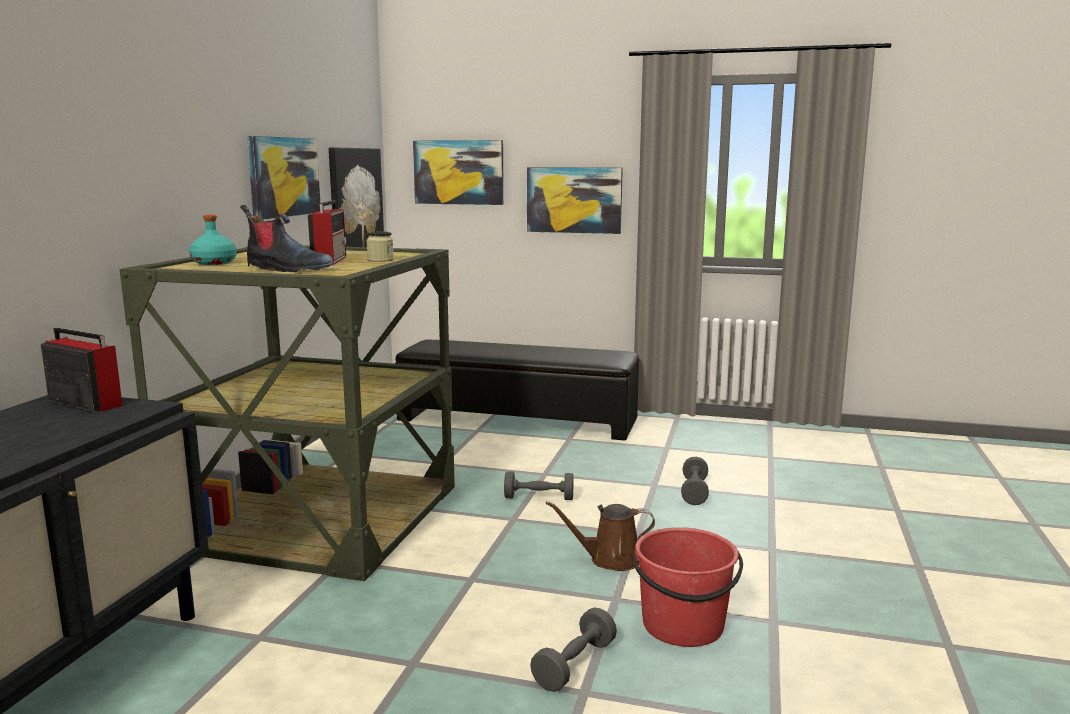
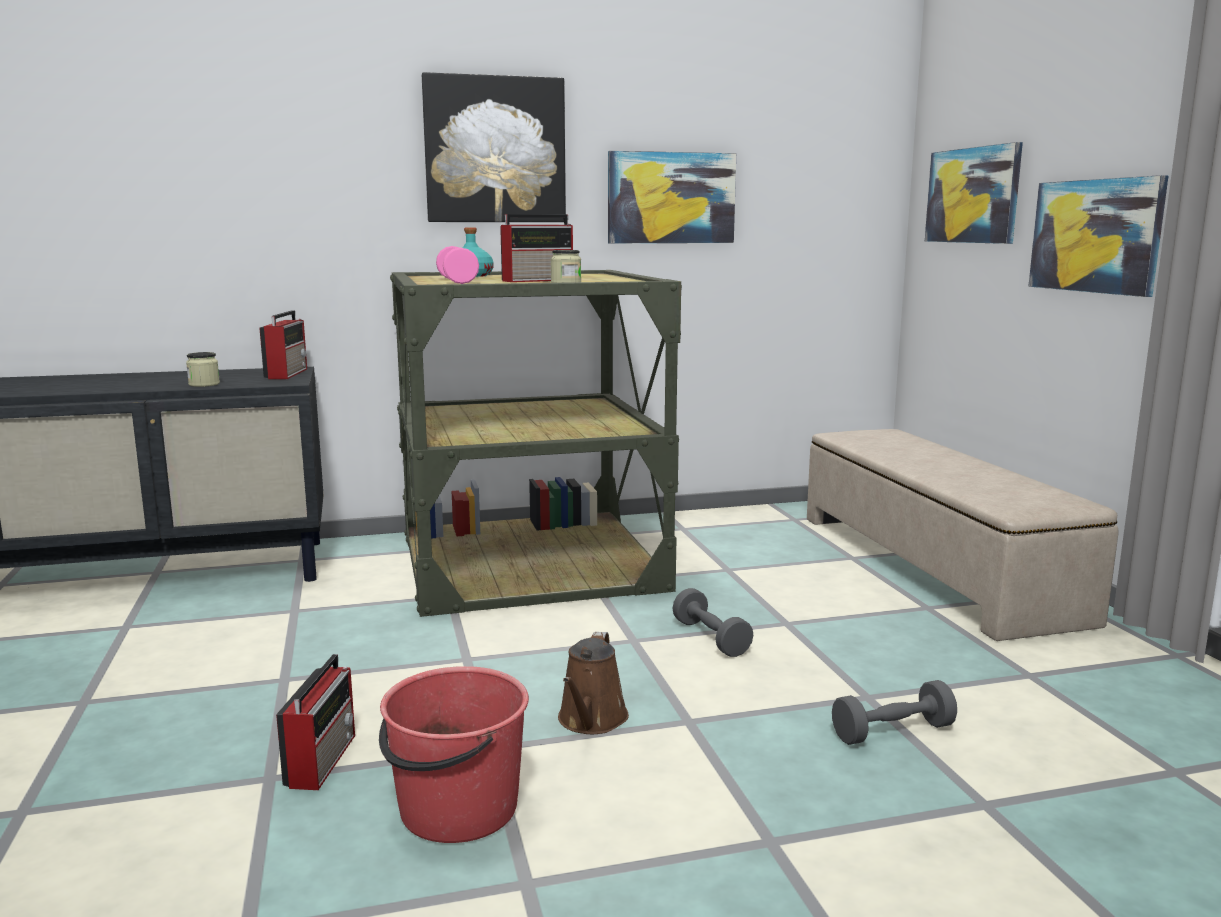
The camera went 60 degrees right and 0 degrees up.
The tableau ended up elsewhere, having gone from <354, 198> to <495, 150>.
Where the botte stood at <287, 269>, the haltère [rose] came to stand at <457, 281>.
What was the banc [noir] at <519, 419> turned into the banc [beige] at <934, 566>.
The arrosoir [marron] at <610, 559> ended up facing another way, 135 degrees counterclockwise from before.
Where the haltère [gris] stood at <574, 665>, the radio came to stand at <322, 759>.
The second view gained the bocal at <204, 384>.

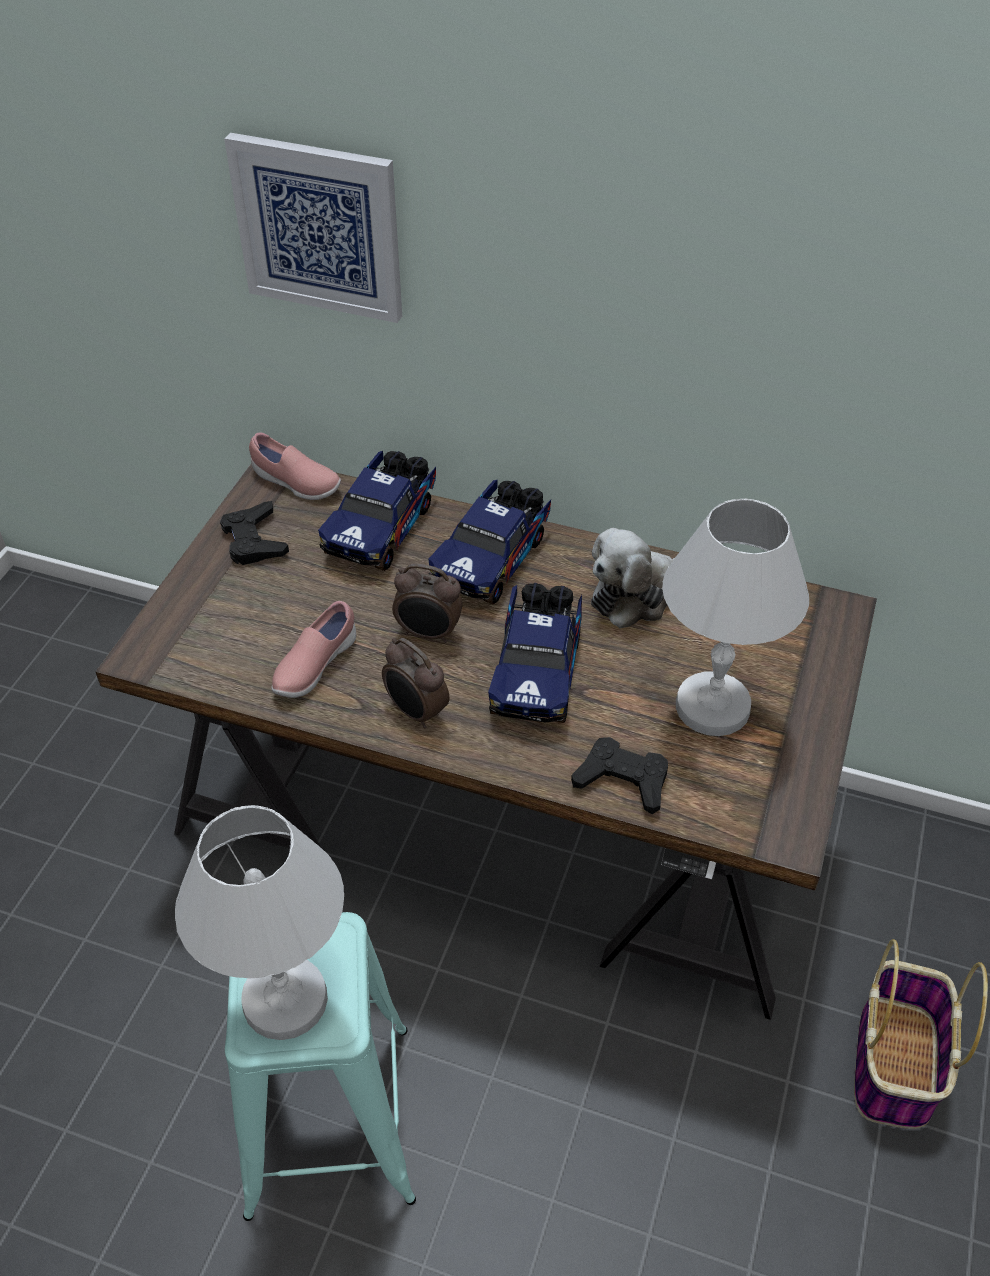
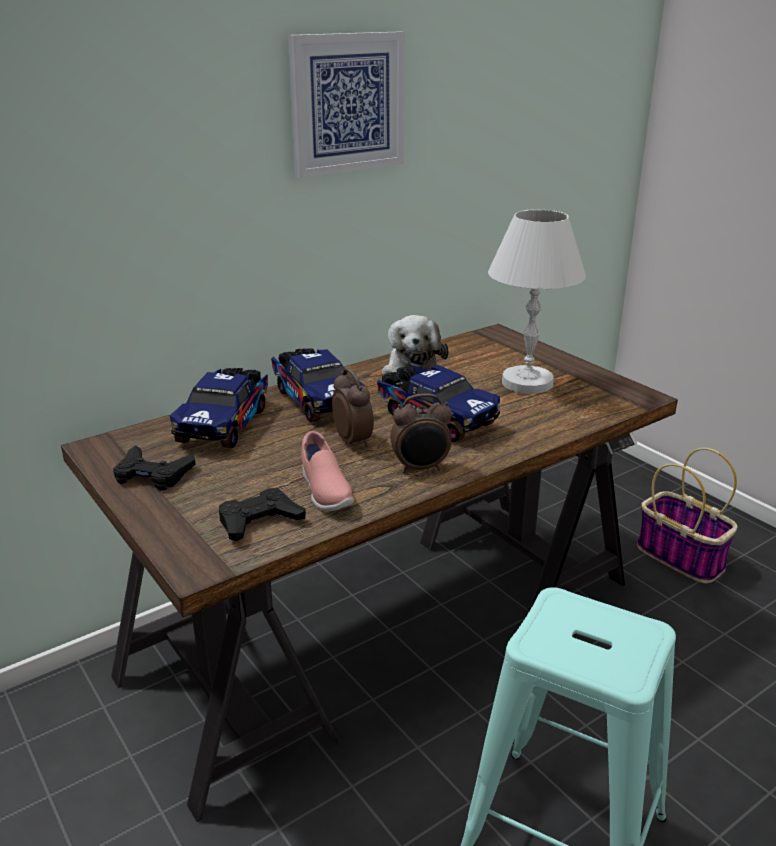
The camera went 55 degrees left and 20 degrees down.
The tableau ended up elsewhere, having gone from <319, 227> to <347, 103>.
The second view lost the chaussure [rose] at <296, 483>.
The camion jouet at <383, 526> ended up facing another way, 45 degrees clockwise from before.
The réveil at <428, 634> ended up facing another way, 75 degrees counterclockwise from before.
The manette [noir] ended up elsewhere, having gone from <622, 780> to <259, 521>.
The second view lost the lampe de table [blanc] at <284, 1000>.

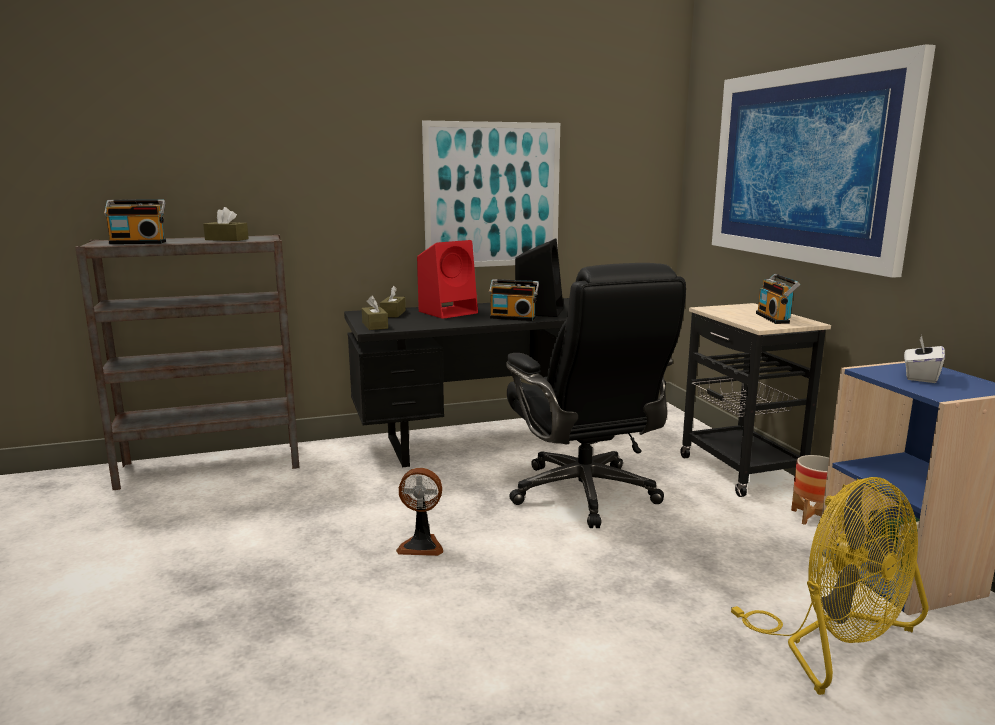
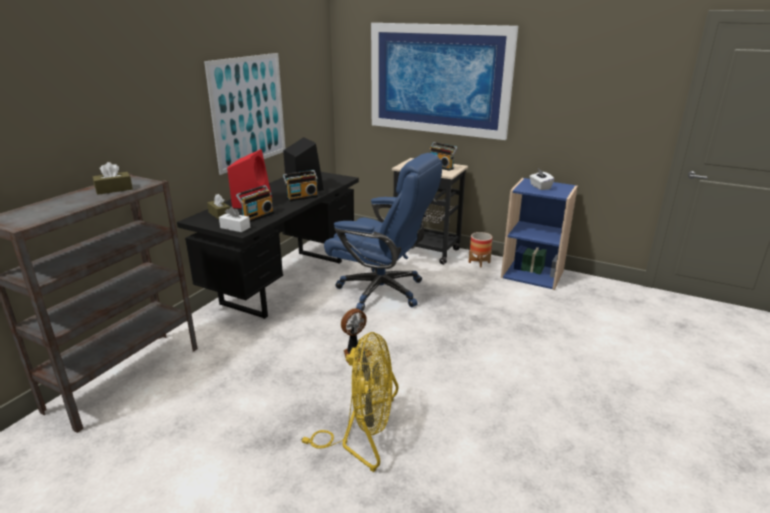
The camera went 45 degrees left and 10 degrees up.
The radio ended up elsewhere, having gone from <139, 242> to <257, 216>.
What was the chaise de bureau [noir] at <584, 493> turned into the chaise de bureau [bleu] at <381, 291>.
What was the boîte à mouchoirs [marron] at <375, 325> turned into the boîte à mouchoirs [blanc] at <235, 227>.
The ventilateur [jaune] ended up elsewhere, having gone from <831, 643> to <362, 432>.

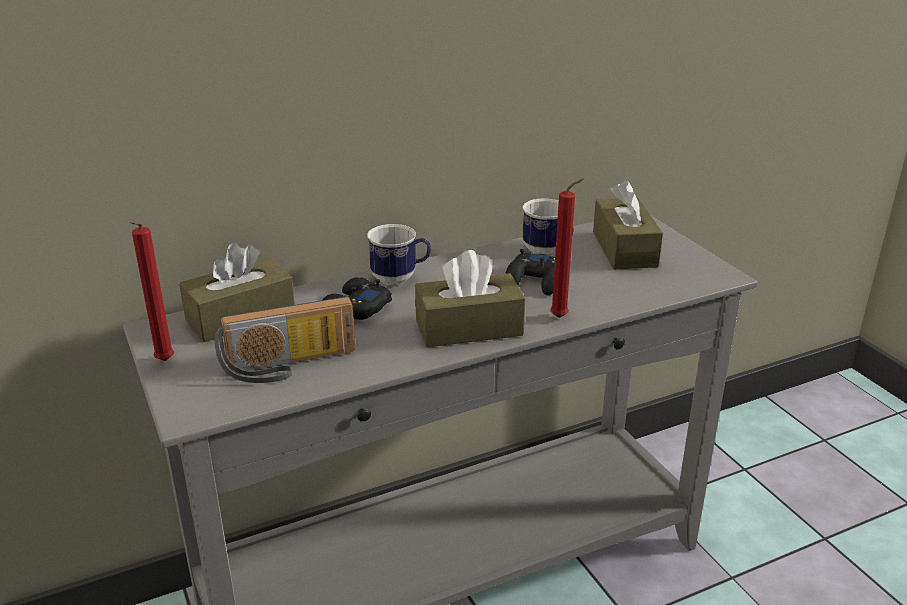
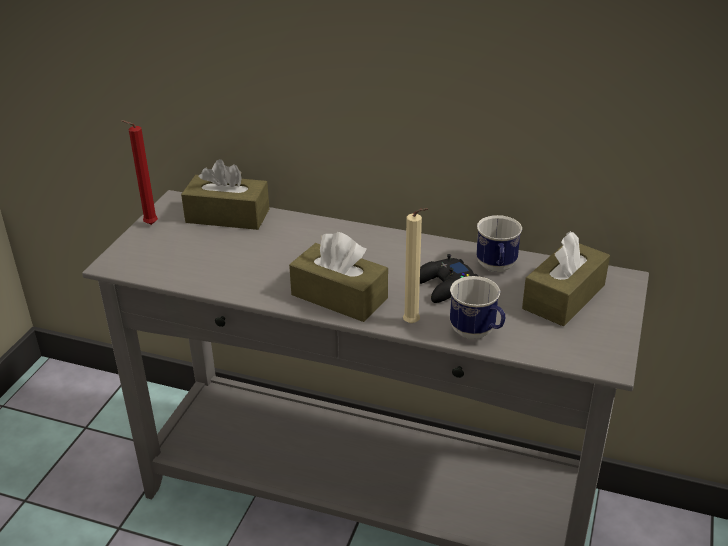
The camera went 45 degrees right and 5 degrees up.
What was the bougie [rouge] at <562, 317> turned into the bougie [beige] at <413, 324>.
The mug ended up elsewhere, having gone from <400, 278> to <477, 334>.
The second view lost the manette [noir] at <355, 307>.
The second view lost the radio at <289, 366>.

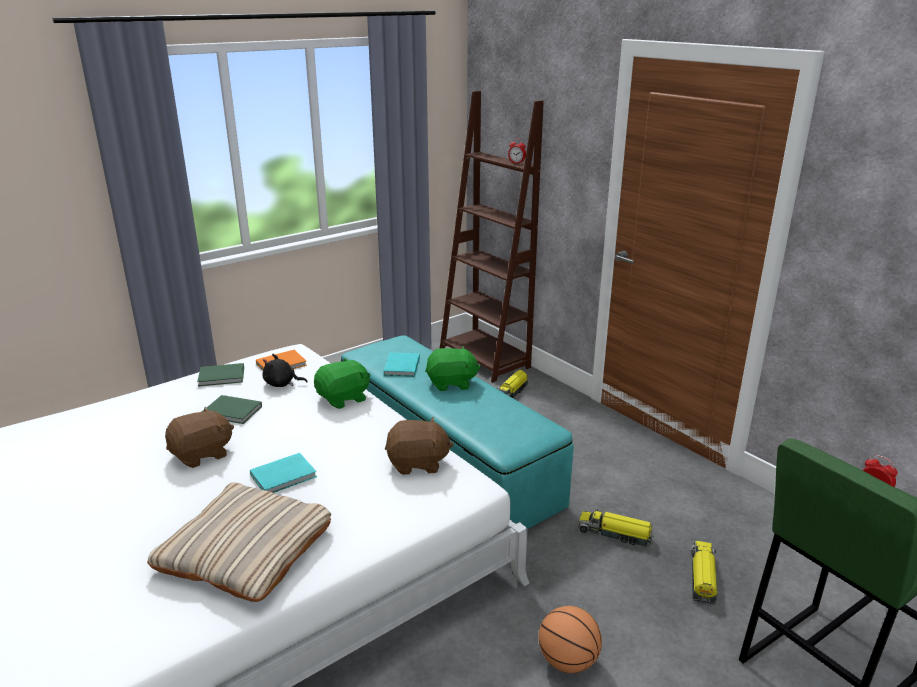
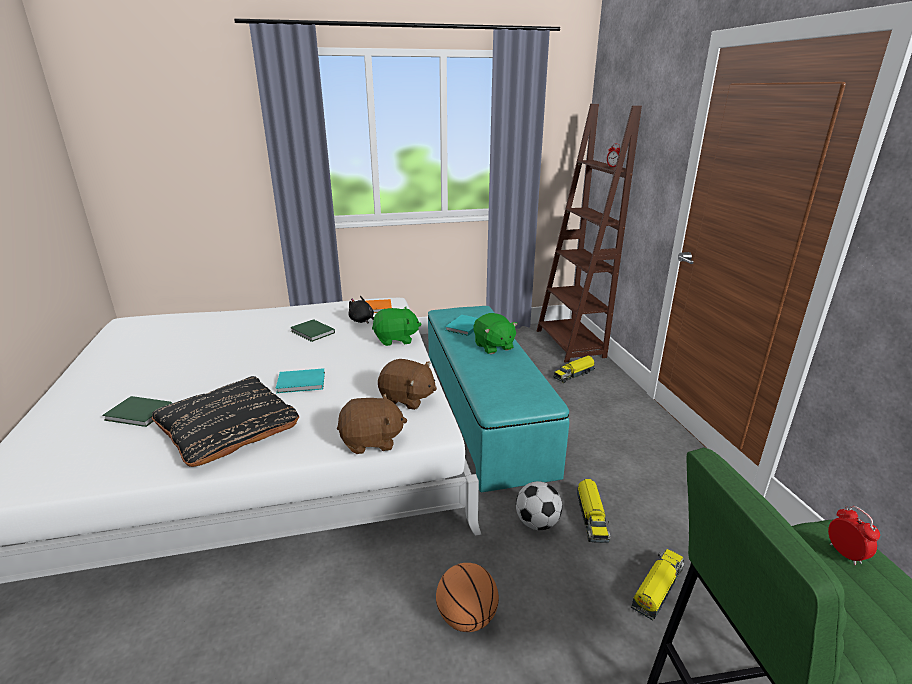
The camera went 25 degrees right and 0 degrees up.
The peluche [vert] at <451, 383> ended up facing another way, 45 degrees clockwise from before.
The livre [vert] ended up elsewhere, having gone from <223, 377> to <139, 414>.
The peluche [marron] ended up elsewhere, having gone from <202, 454> to <371, 441>.
What was the coussin [beige] at <245, 549> turned into the coussin [noir] at <227, 427>.
The camion jouet at <615, 534> ended up facing another way, 135 degrees counterclockwise from before.
The second view gained the ballon de foot at <537, 523>.

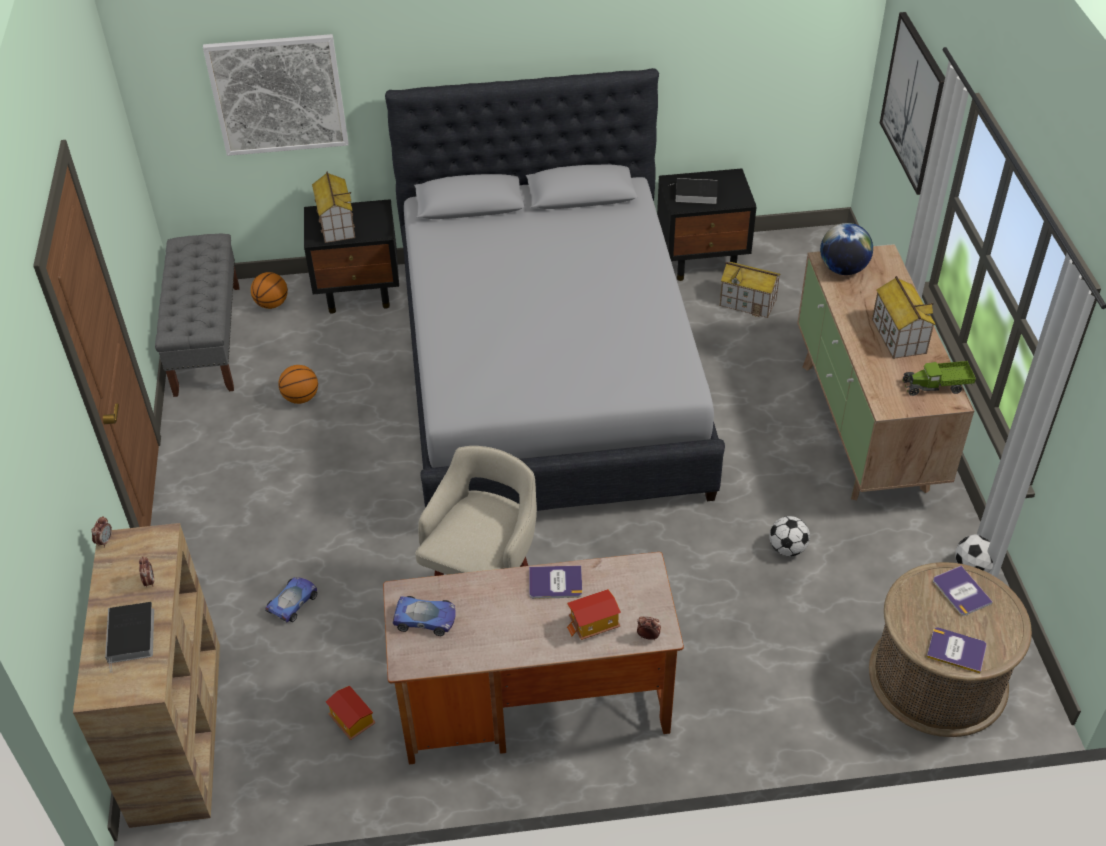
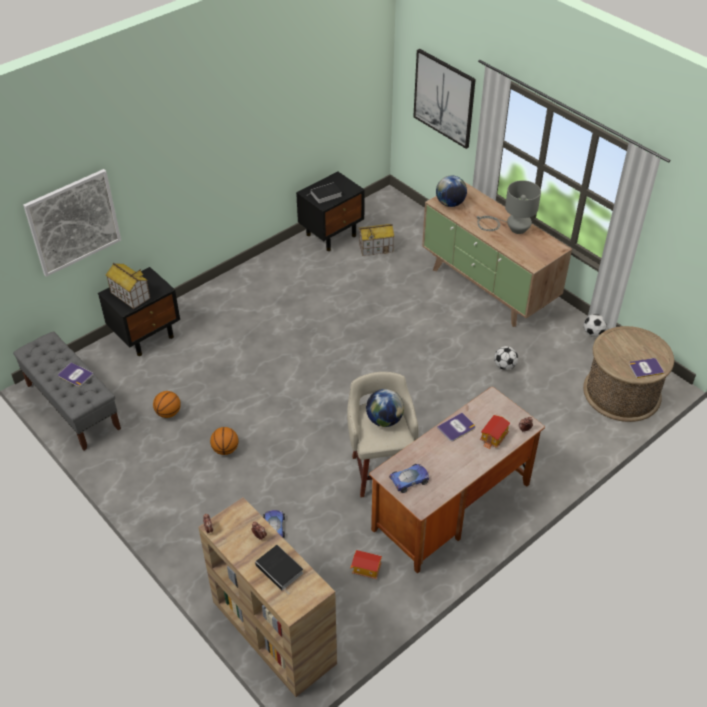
The camera went 35 degrees left and 0 degrees up.
The second view lost the lit [gris] at <549, 374>.
The ballon de basket ended up elsewhere, having gone from <271, 304> to <225, 449>.
Where the maison miniature stood at <898, 336>, the lampe de table [gris] came to stand at <506, 227>.
The second view lost the camion jouet at <937, 386>.
The livre ended up elsewhere, having gone from <961, 591> to <75, 375>.
The second view gained the globe at <384, 420>.

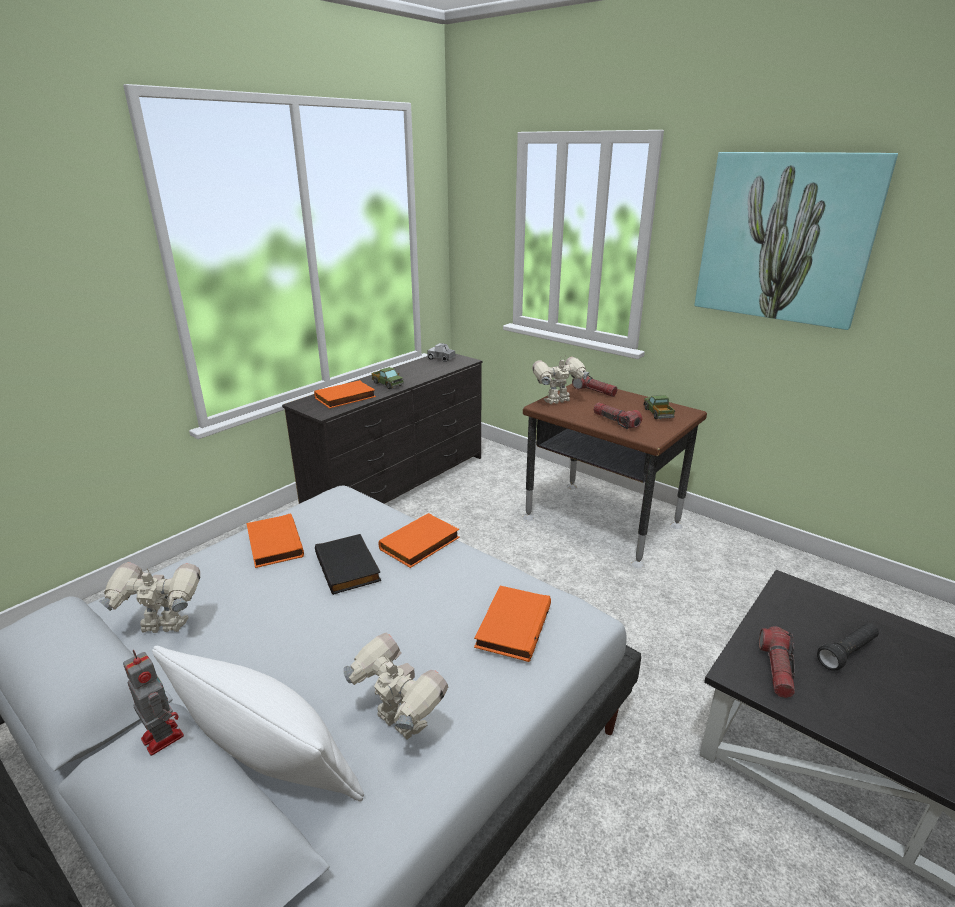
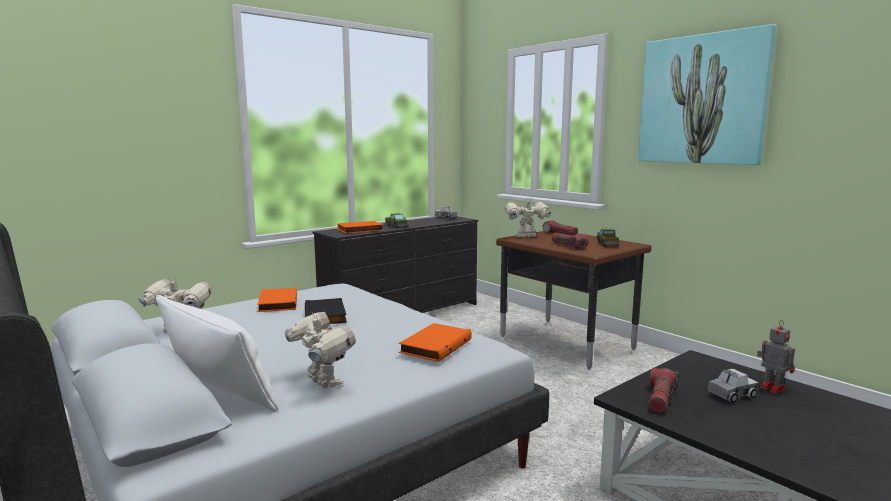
The camera went 10 degrees right and 15 degrees down.
The second view lost the livre [orange] at <420, 544>.
Where the lampe de poche [noir] stood at <846, 653>, the camion jouet came to stand at <732, 395>.
The robot jouet ended up elsewhere, having gone from <161, 736> to <771, 387>.

